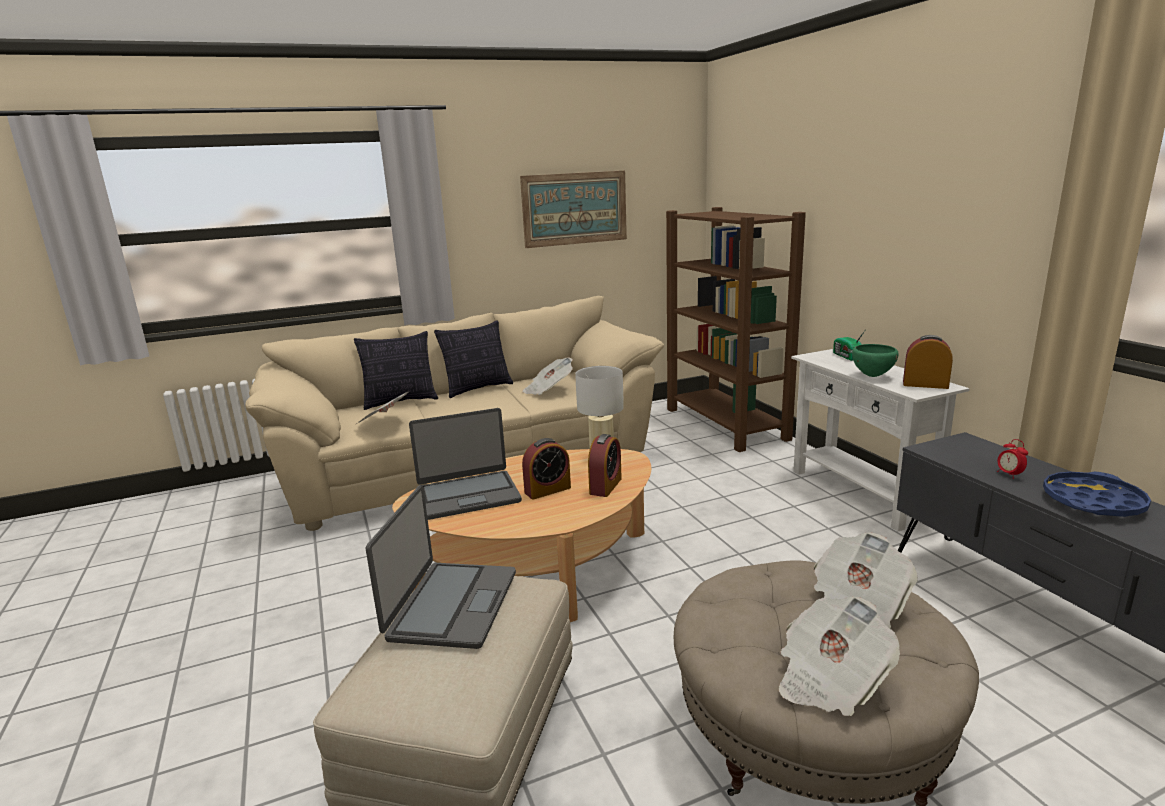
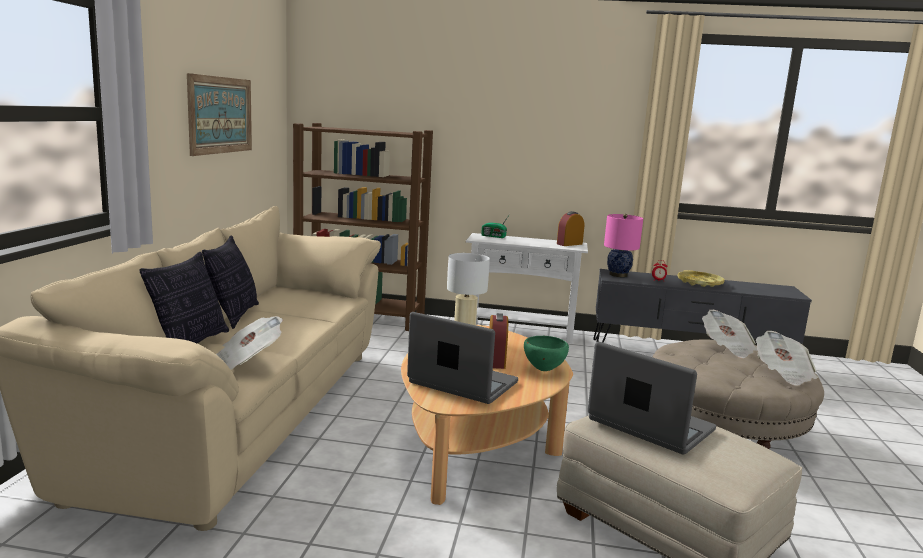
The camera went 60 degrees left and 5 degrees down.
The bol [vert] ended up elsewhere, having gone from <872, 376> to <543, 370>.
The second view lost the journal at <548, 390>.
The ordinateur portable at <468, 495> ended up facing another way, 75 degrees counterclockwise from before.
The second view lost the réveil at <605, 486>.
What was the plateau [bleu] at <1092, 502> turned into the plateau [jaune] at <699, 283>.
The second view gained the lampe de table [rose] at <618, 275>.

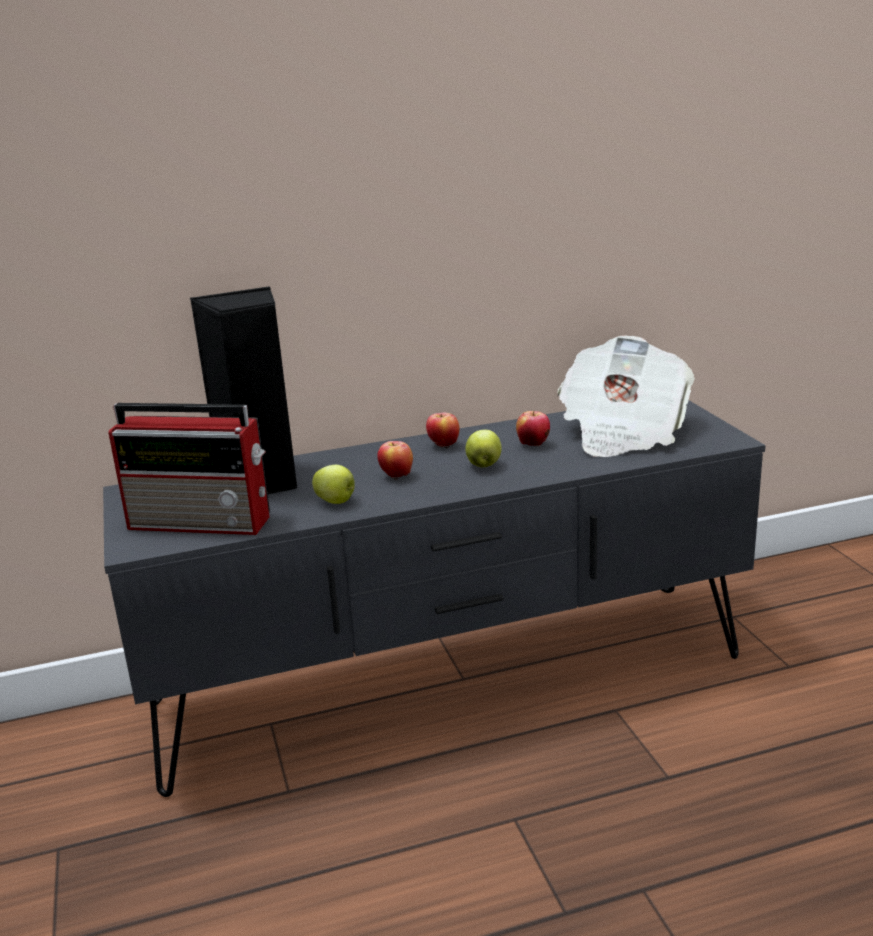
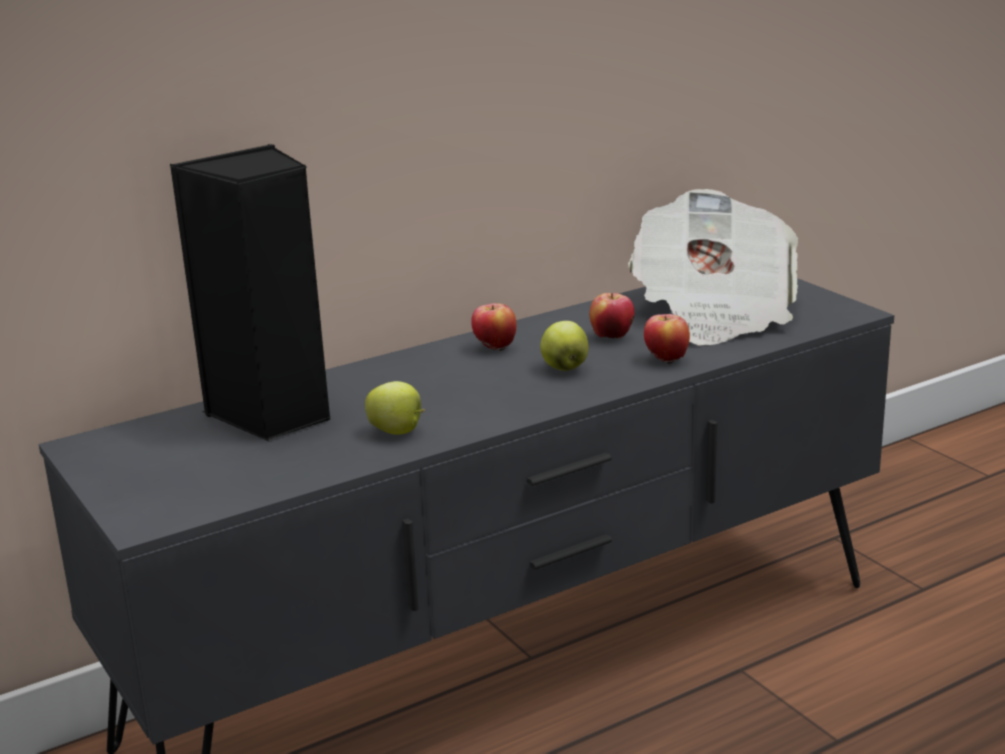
The camera went 15 degrees left and 0 degrees up.
The second view lost the radio at <203, 522>.
The pomme ended up elsewhere, having gone from <396, 476> to <666, 360>.

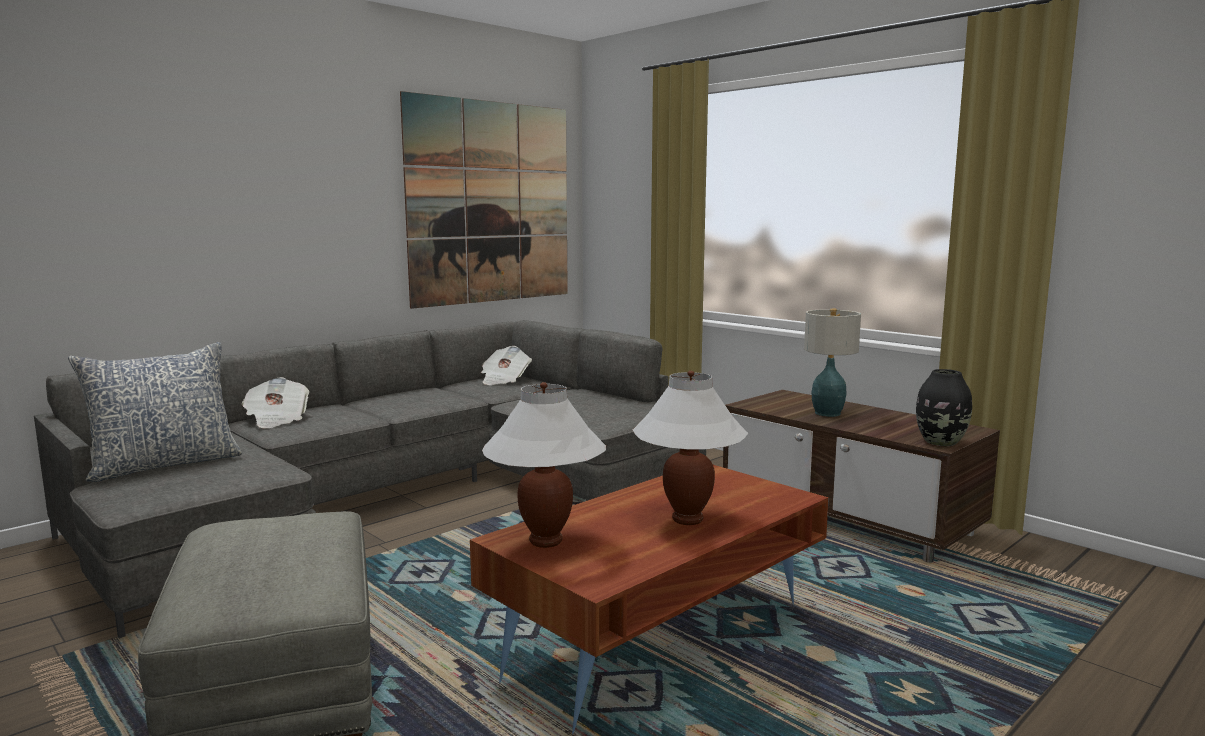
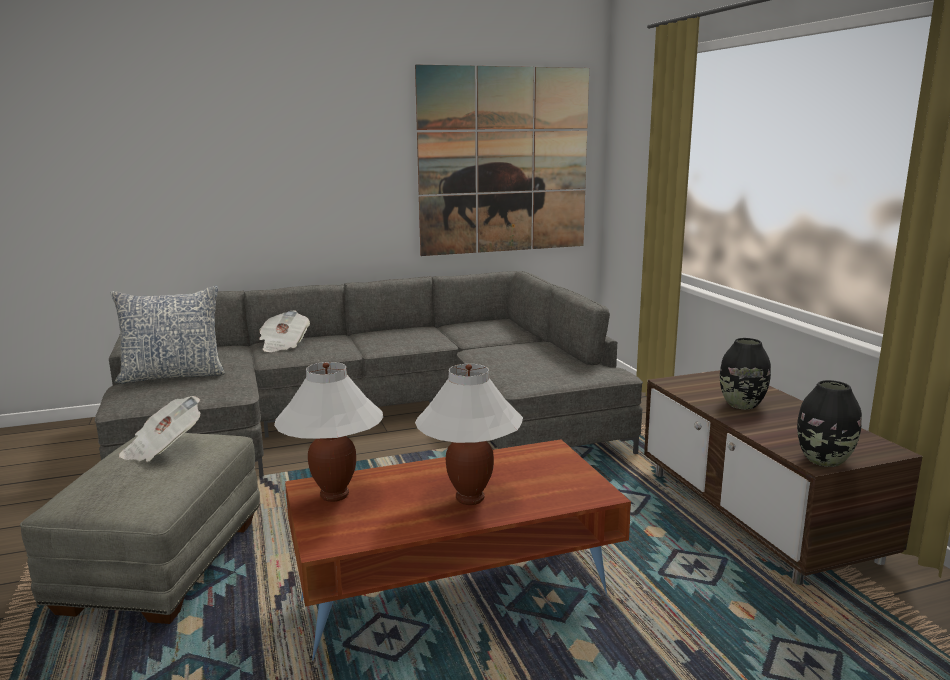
The camera went 25 degrees right and 5 degrees up.
Where the lampe de table stood at <827, 413>, the vase [noir] came to stand at <741, 404>.
The journal ended up elsewhere, having gone from <504, 380> to <163, 449>.

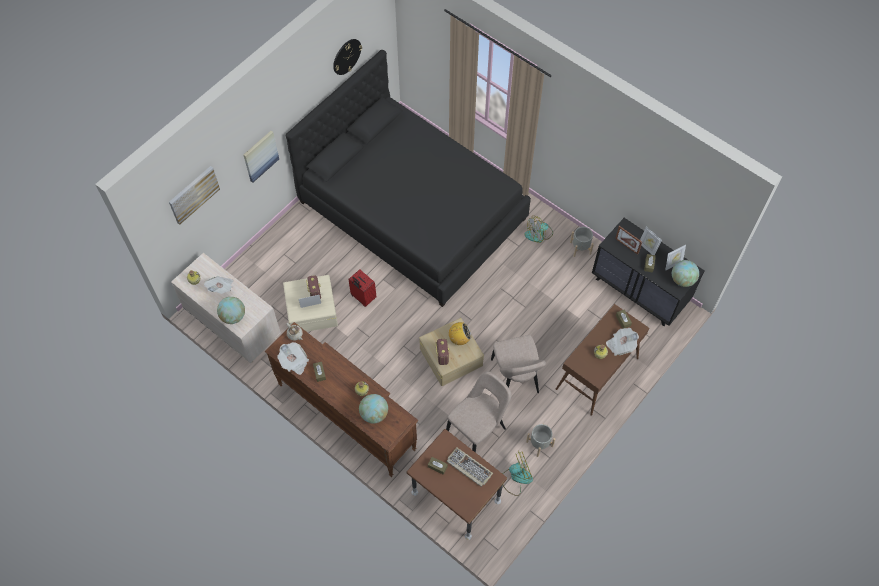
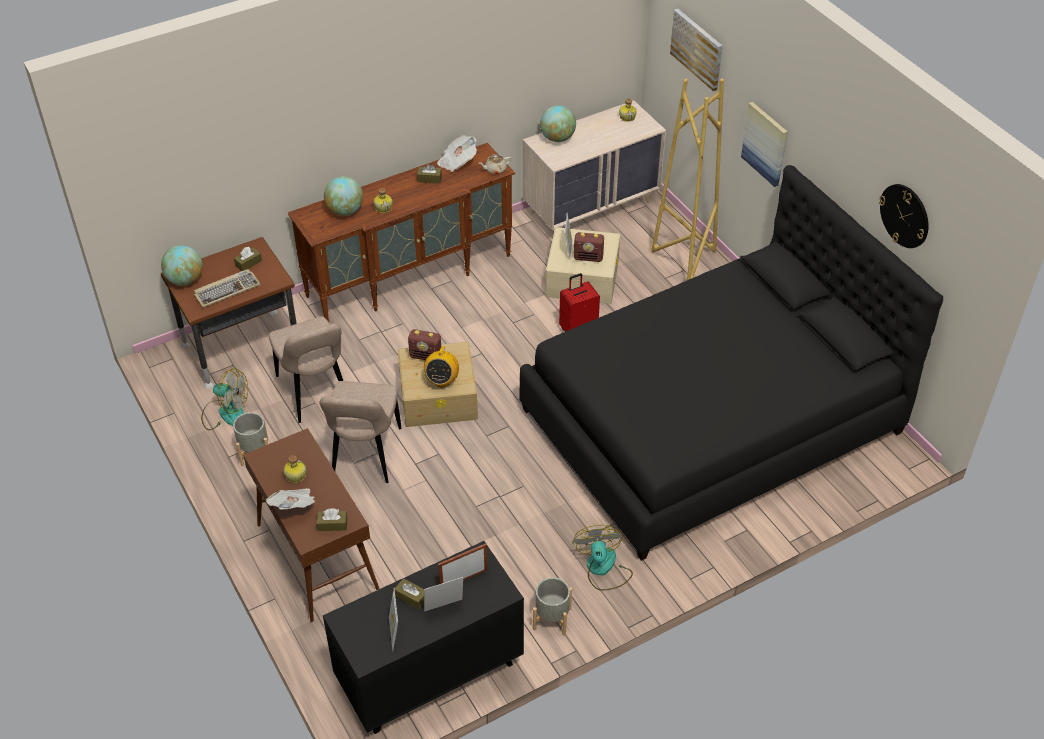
The camera went 110 degrees right and 15 degrees down.
The globe ended up elsewhere, having gone from <682, 280> to <185, 280>.
The second view lost the journal at <221, 288>.
The chaise [beige] at <515, 379> ended up facing another way, 90 degrees counterclockwise from before.
The ventilateur at <516, 477> ended up facing another way, 75 degrees counterclockwise from before.
The second view gained the portant [jaune] at <685, 264>.

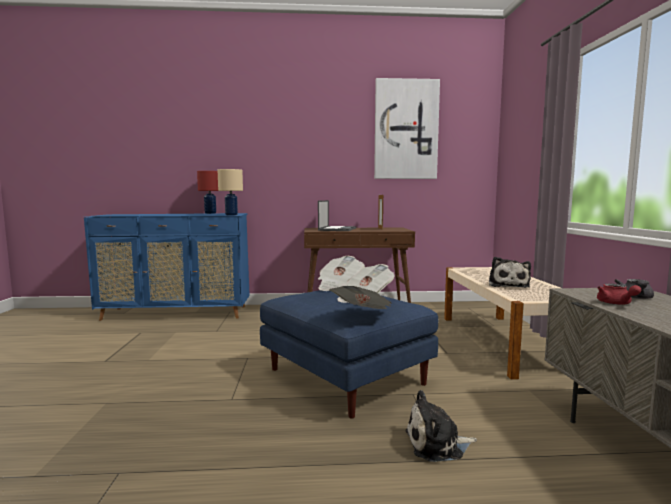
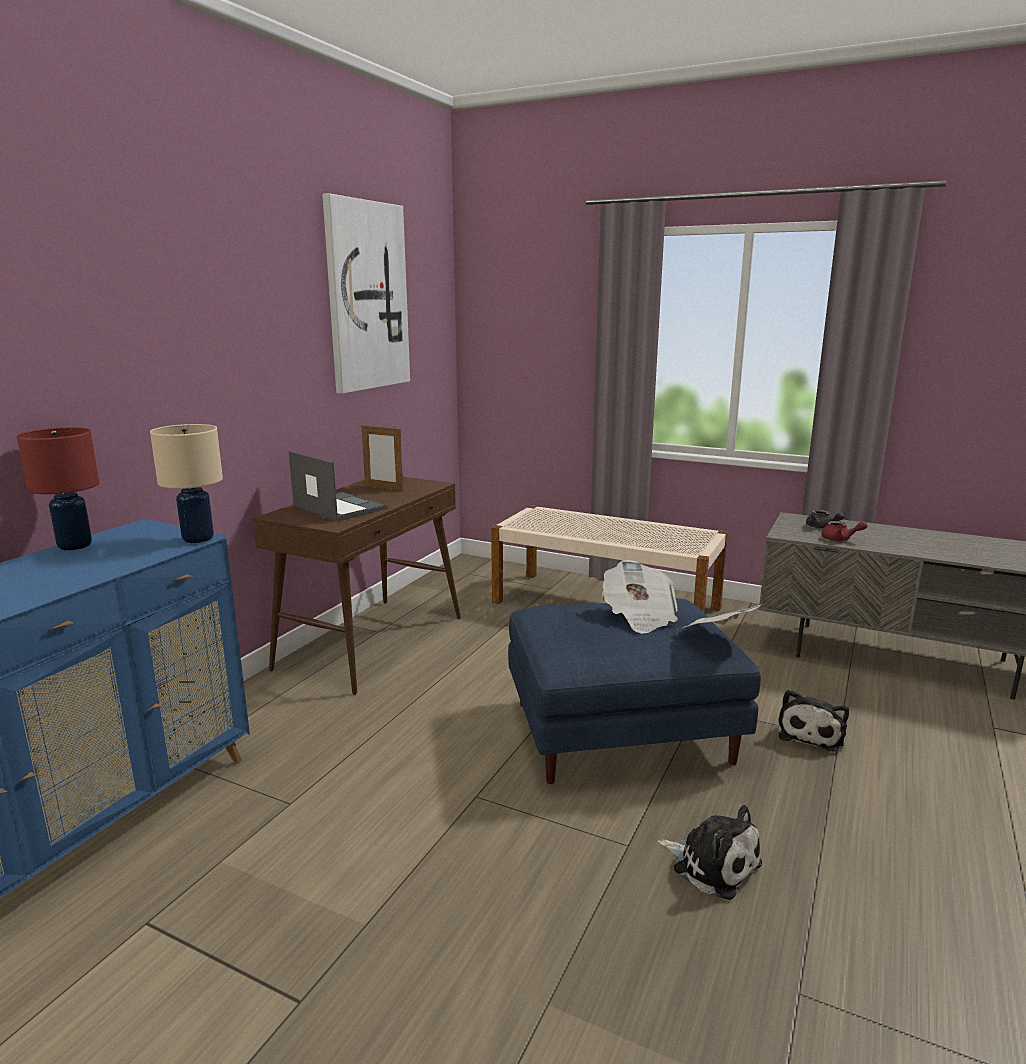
The camera went 60 degrees left and 10 degrees up.
The second view lost the journal at <339, 286>.
The peluche ended up elsewhere, having gone from <508, 285> to <712, 864>.

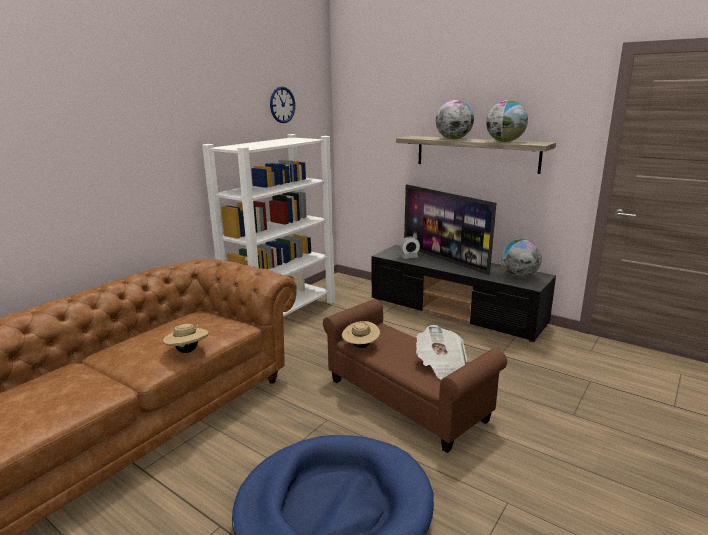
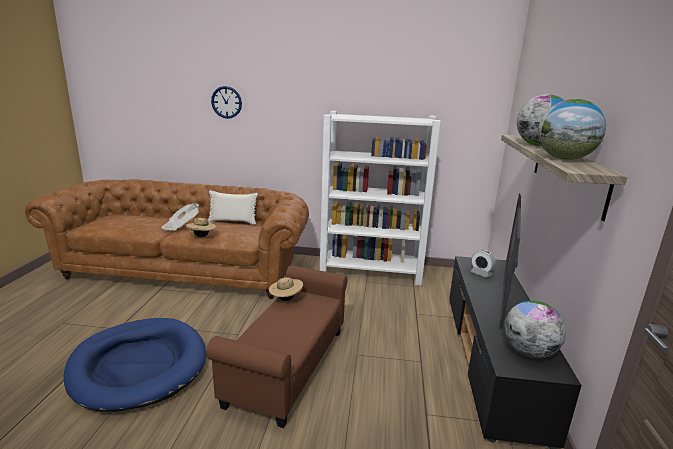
The camera went 60 degrees right and 0 degrees up.
The horloge murale ended up elsewhere, having gone from <282, 105> to <226, 102>.
The journal ended up elsewhere, having gone from <441, 365> to <181, 226>.
The second view gained the coussin [blanc] at <233, 222>.

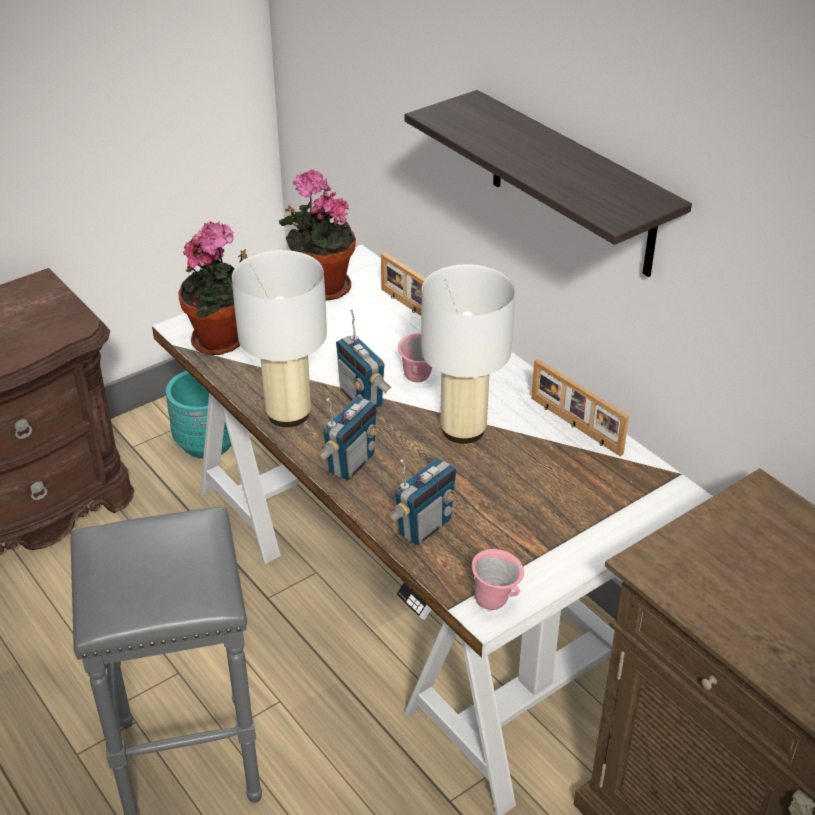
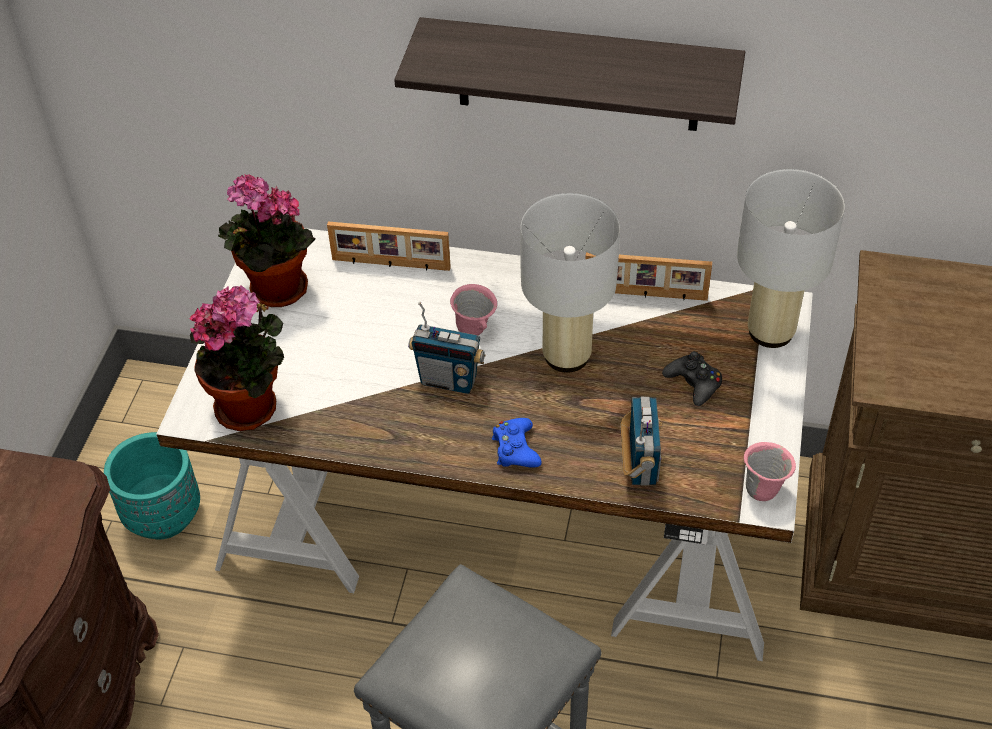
The camera went 40 degrees left and 10 degrees up.
The lampe de table [blanc] ended up elsewhere, having gone from <287, 414> to <769, 332>.
Where the radio stood at <350, 463>, the manette [bleu] came to stand at <515, 449>.
The second view gained the manette [noir] at <694, 383>.

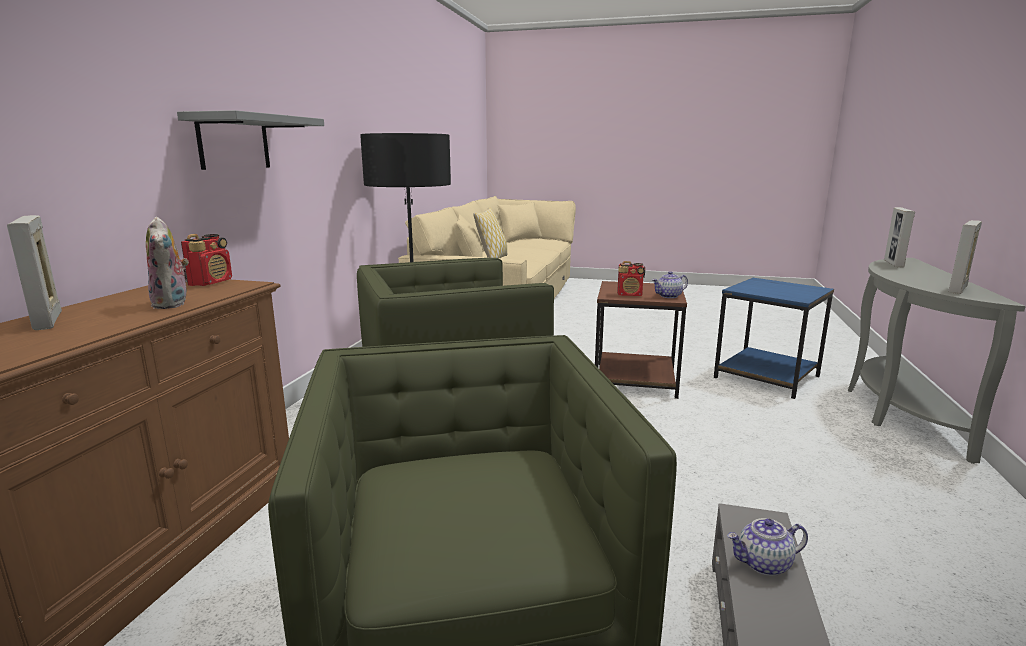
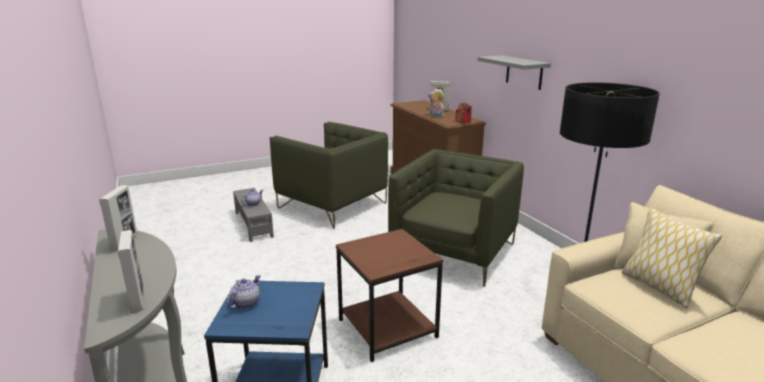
The camera went 140 degrees right and 5 degrees up.
The second view lost the radio at <630, 295>.
The théière ended up elsewhere, having gone from <669, 296> to <245, 303>.

